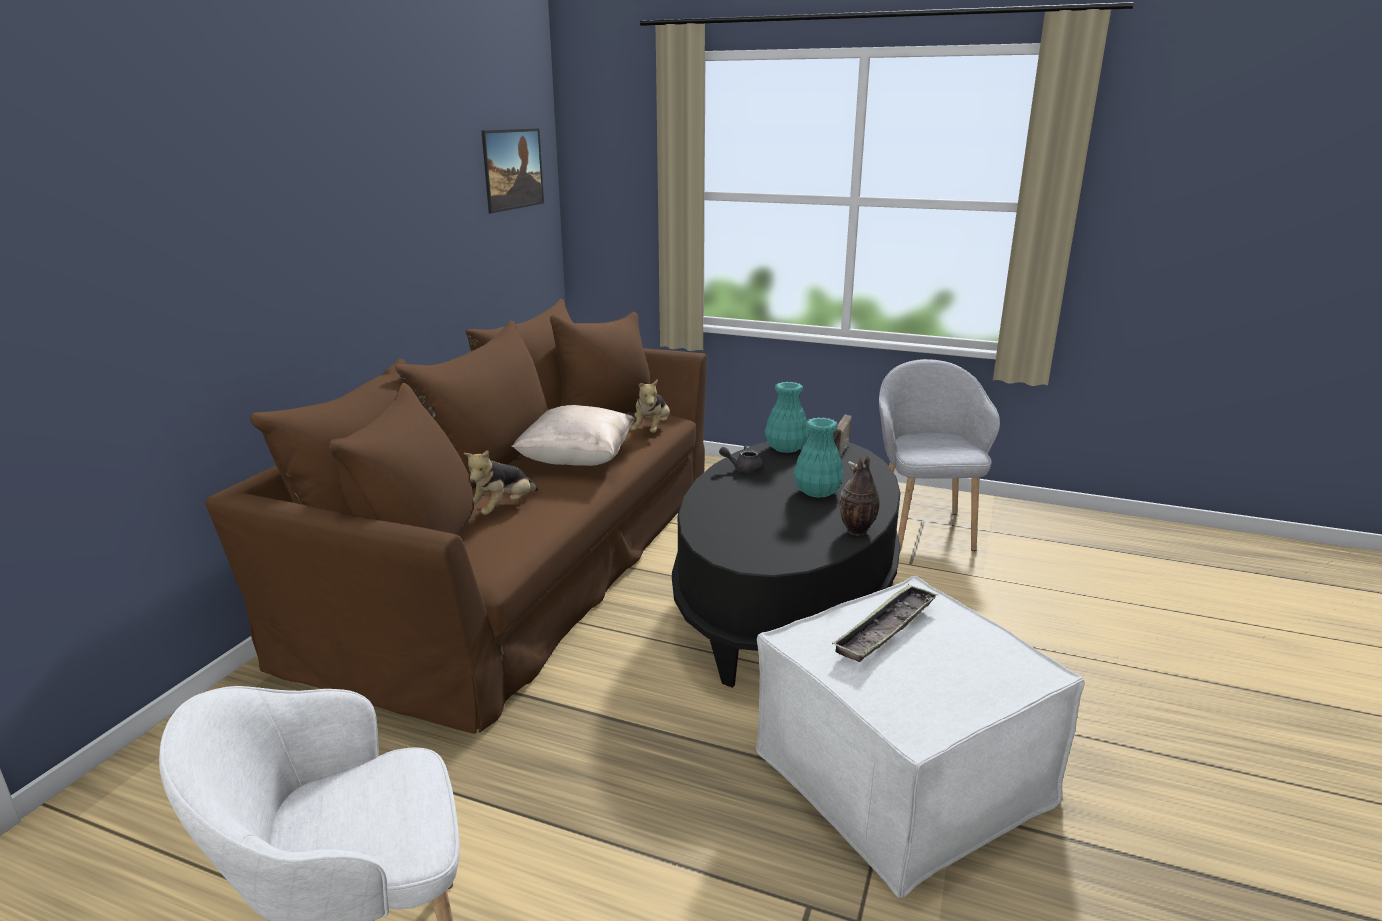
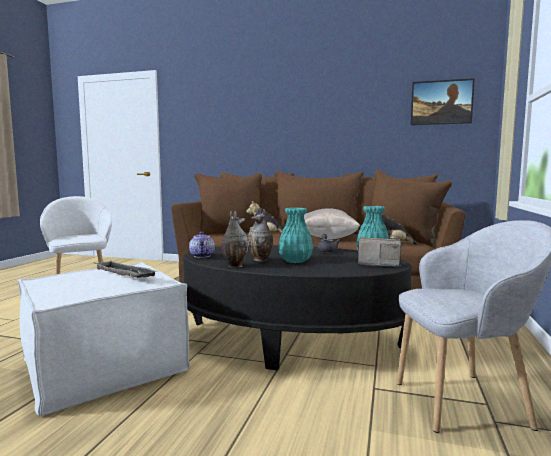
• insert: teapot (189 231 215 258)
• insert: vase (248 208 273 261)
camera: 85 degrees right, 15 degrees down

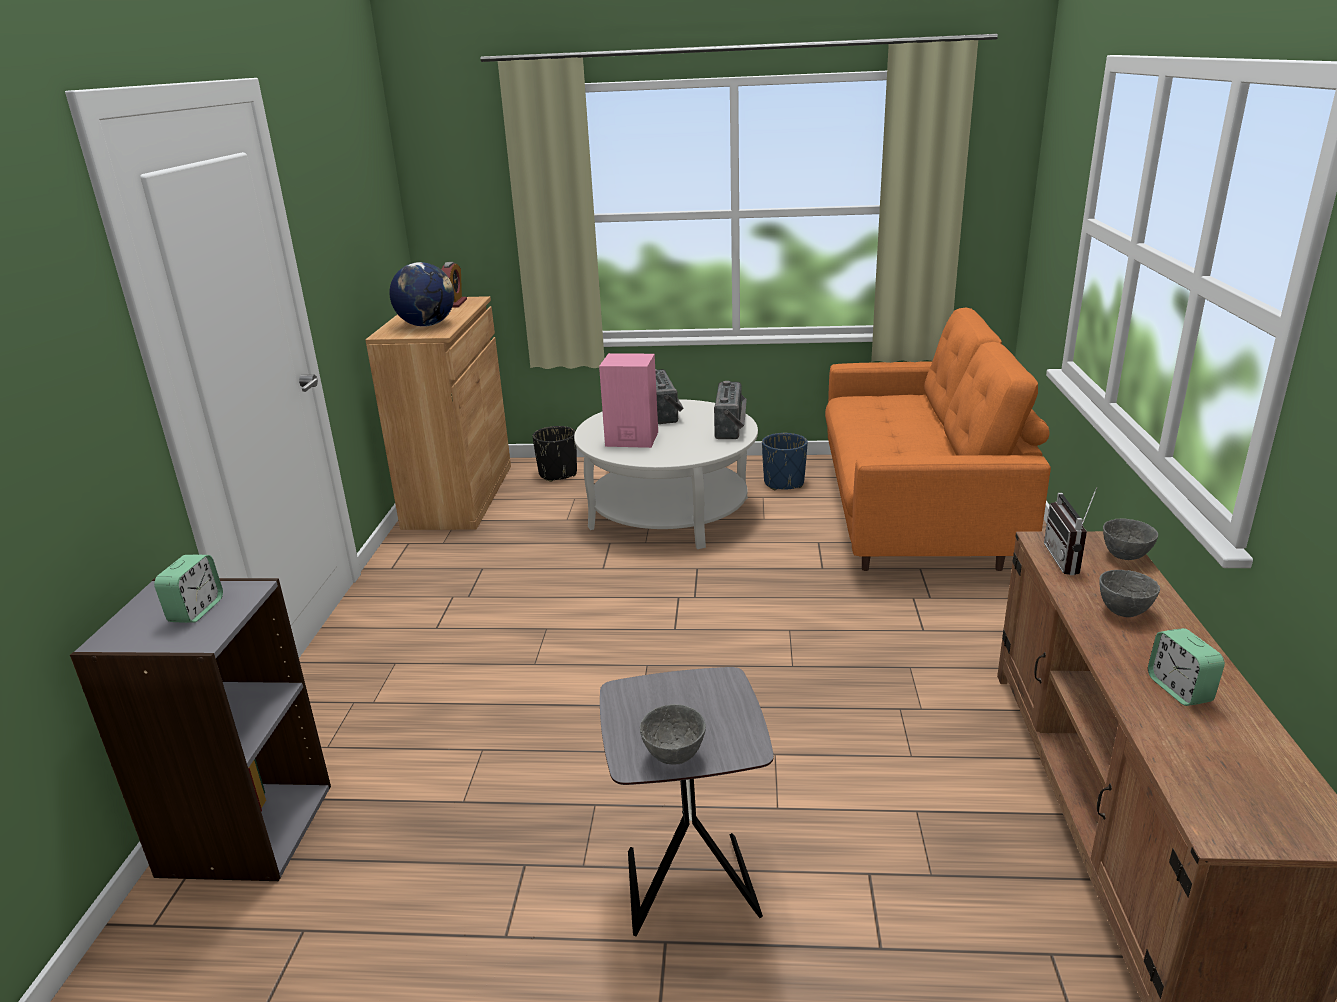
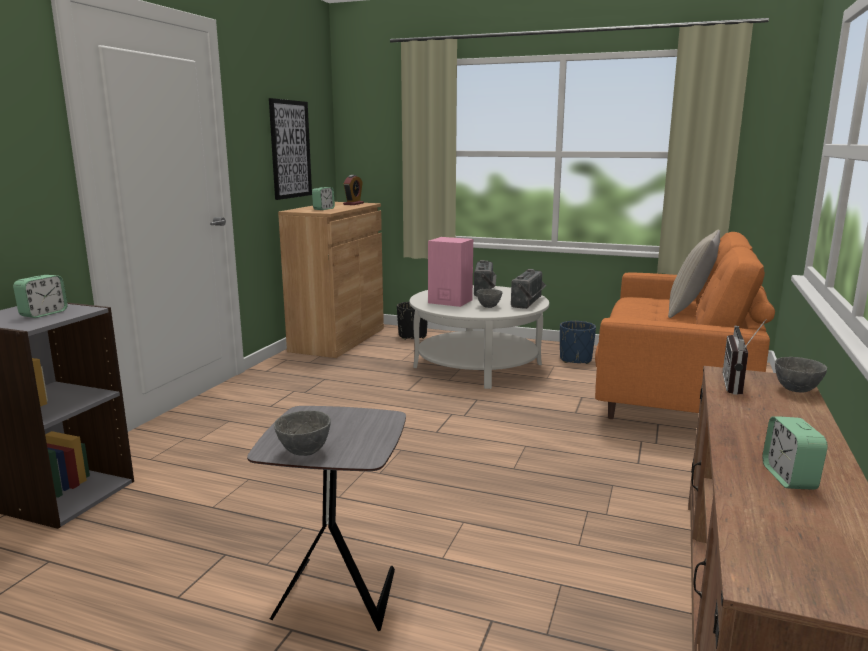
• replace: globe (389 262 454 327) to alarm clock (312 187 335 210)
• move: grey bowl (1099 570 1160 617) to (476 289 502 308)
• insert: picture (269 98 312 200)
• insert: beige pillow (668 230 720 318)
camera: 15 degrees right, 10 degrees down

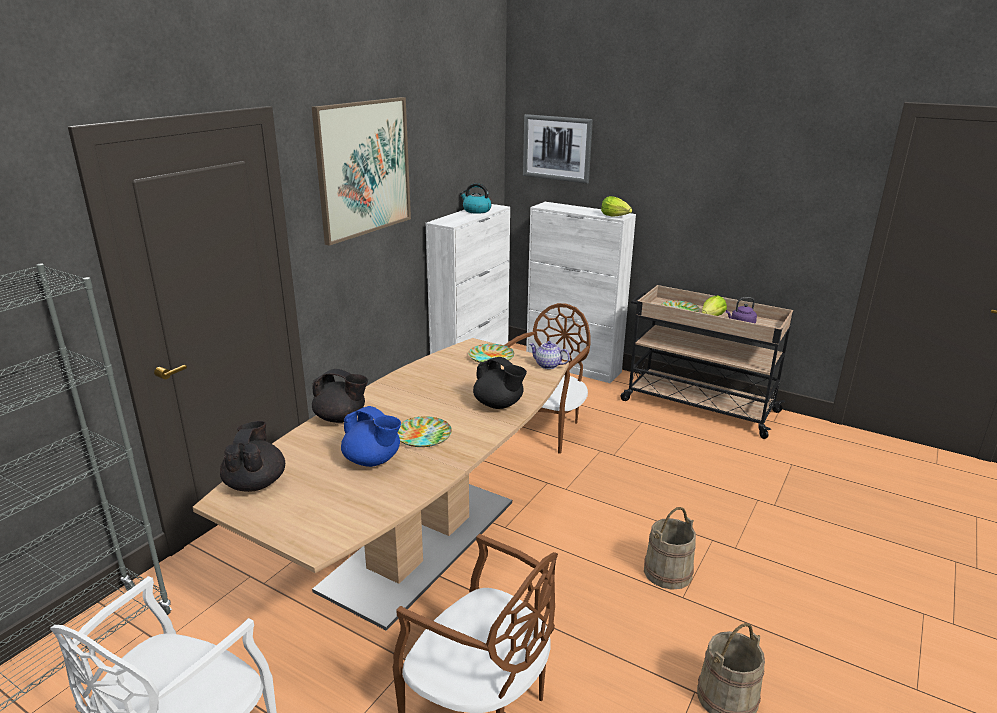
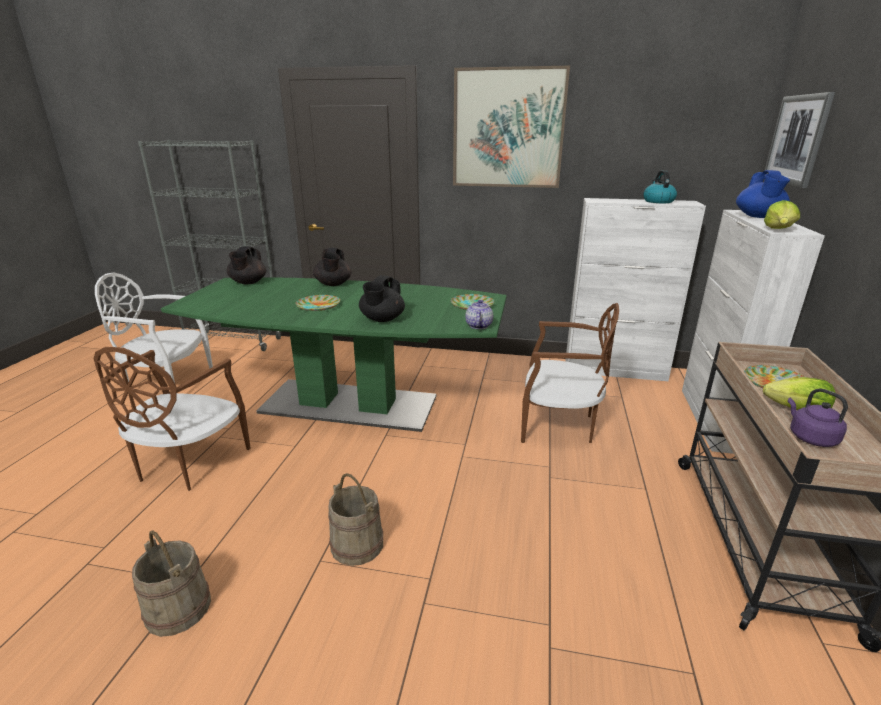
• recolor: brown dining table (193 338 569 631) to green dining table (161 277 507 432)
• rotate: black teapot (220 421 285 492) = (227 246 266 284) 120 degrees clockwise
• move: blue teapot (341 406 401 467) to (736 170 790 218)
camera: 70 degrees right, 0 degrees up

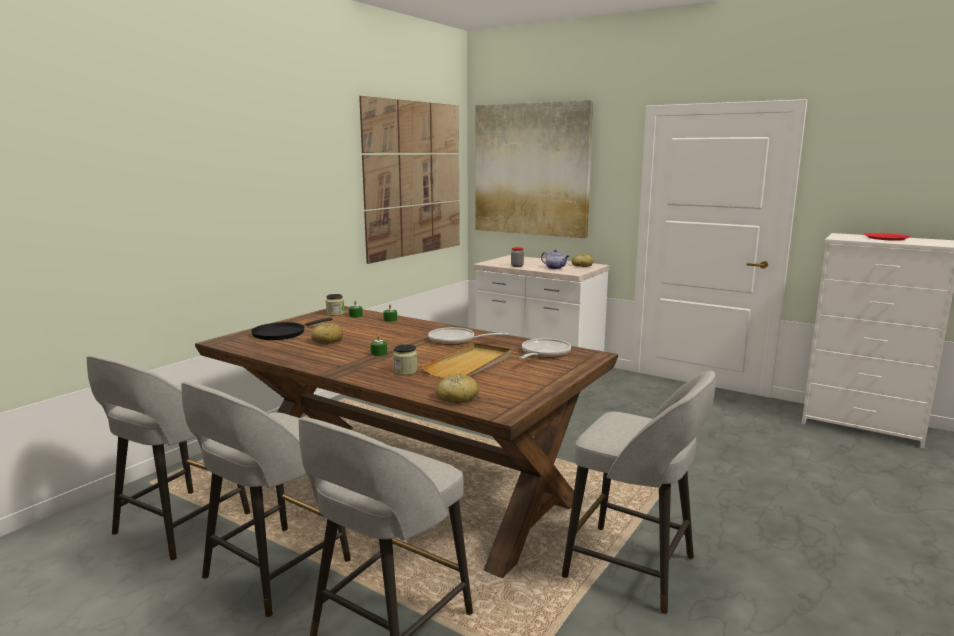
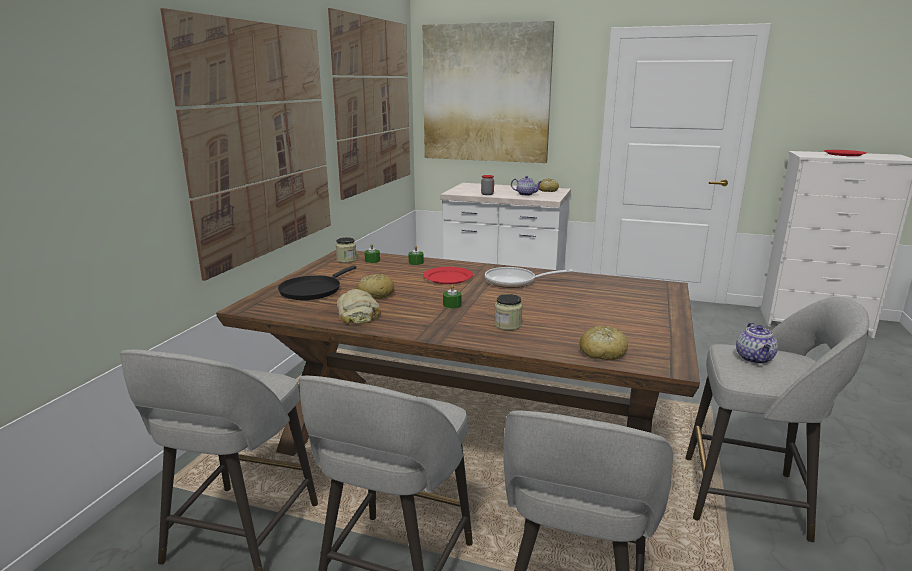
• delete: beige tray (421 343 511 379)
• delete: frying pan (519 338 571 359)
• insert: picture (160 8 331 281)
• insert: bread (337 289 381 324)
• insert: red plate (423 267 473 284)
• insert: teapot (736 323 778 364)
camera: 15 degrees left, 5 degrees up

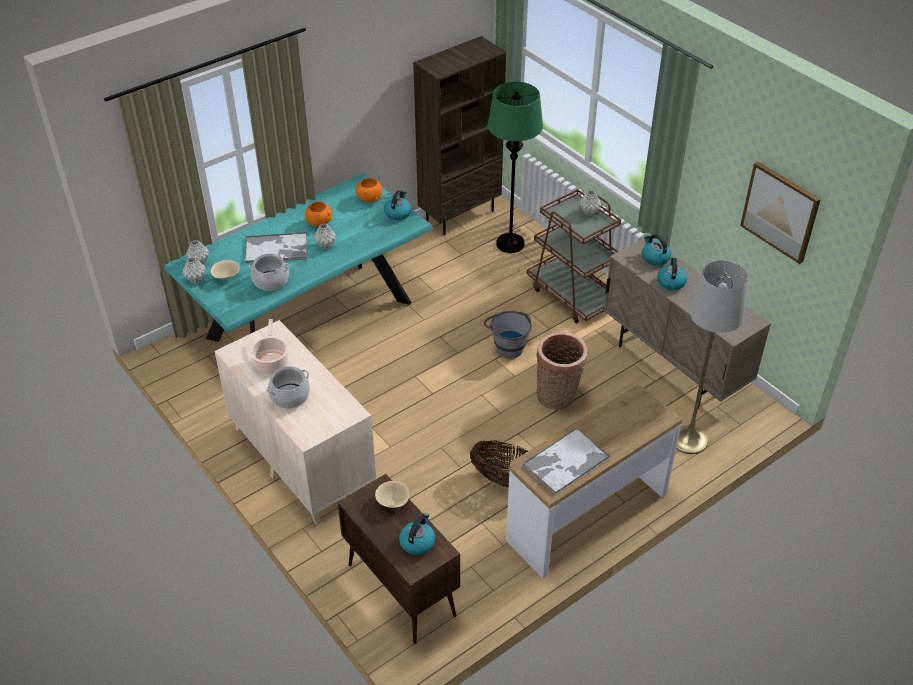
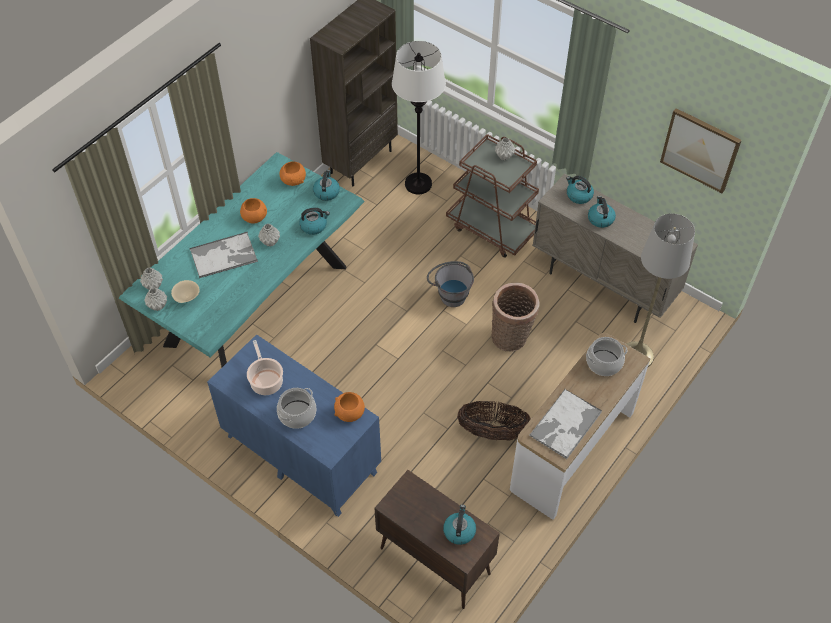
• recolor: beige dresser (215 320 376 526) to blue dresser (207 334 381 517)
• move: cooking pot (248 254 290 291) to (586 337 628 376)
• delete: beige bowl (375 481 409 508)
• recolor: green floor lamp (488 82 543 253) to white floor lamp (392 41 446 194)
• insert: kettle (299 208 330 235)
• insert: orange bowl (334 392 365 422)
camera: 15 degrees left, 10 degrees up

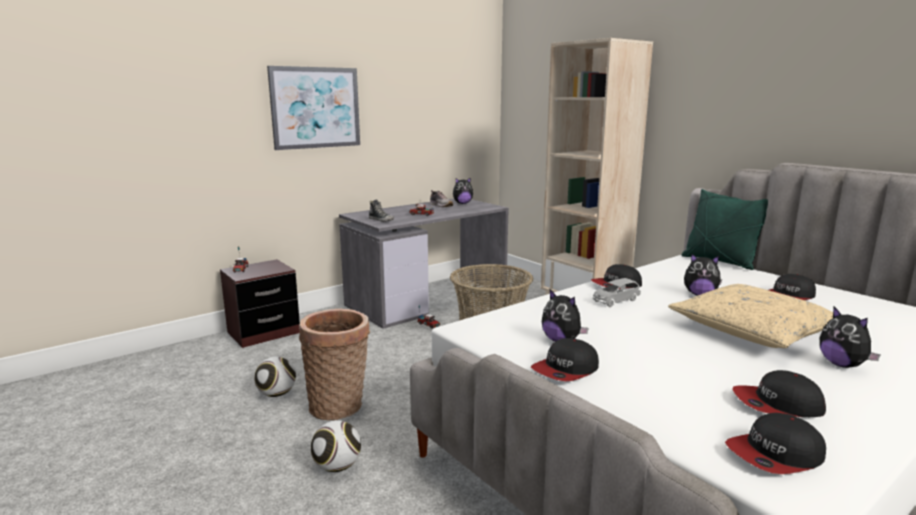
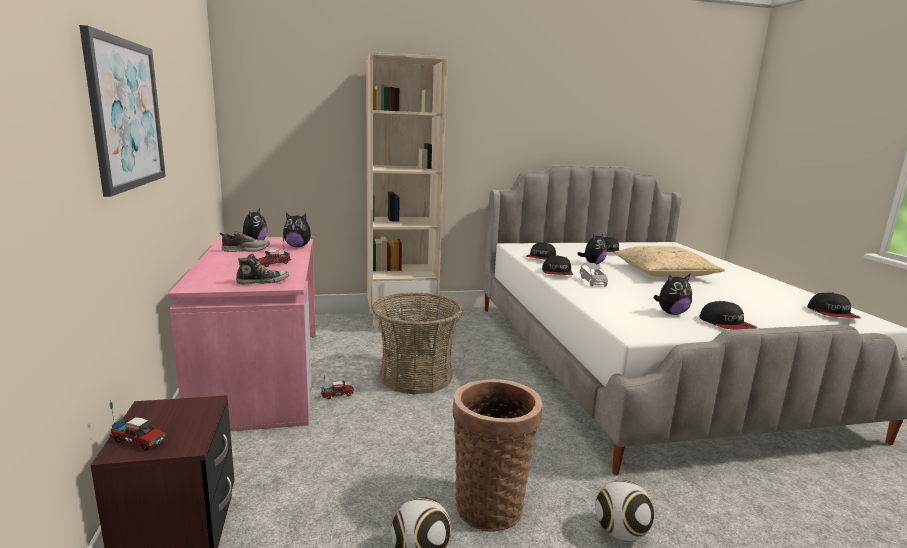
• recolor: grey desk (339 199 509 329) to pink desk (168 237 316 431)
• delete: green pillow (682 189 768 270)
• move: cap (732 370 826 417) to (526 242 556 260)
• move: plush toy (820 307 881 368) to (283 213 315 247)
camera: 65 degrees left, 0 degrees up

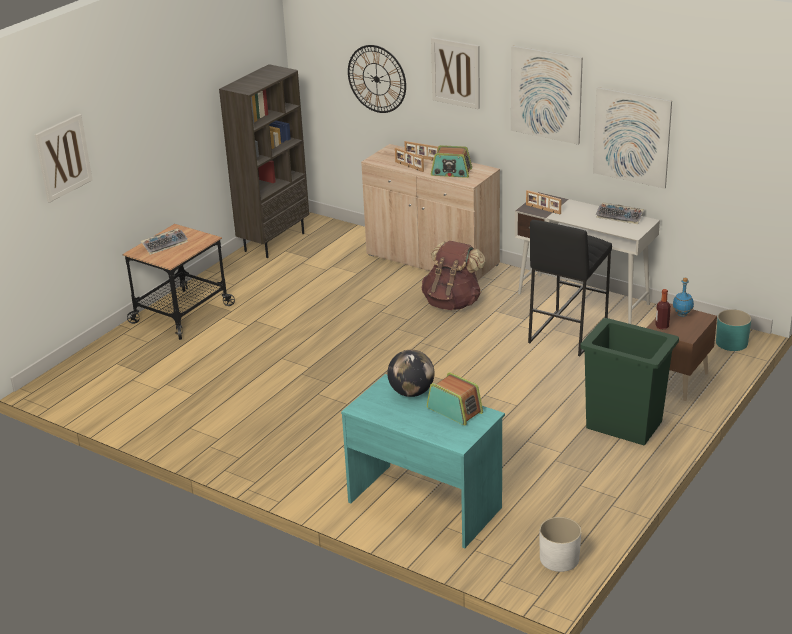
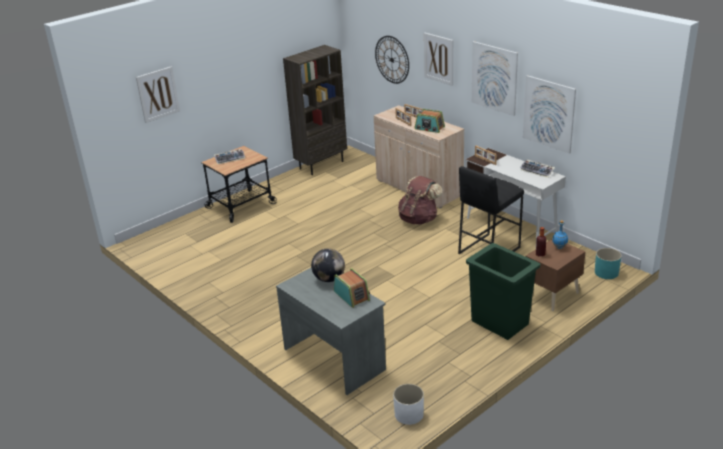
• recolor: turquoise desk (341 374 505 548) to grey desk (276 268 386 395)
camera: 15 degrees right, 0 degrees up

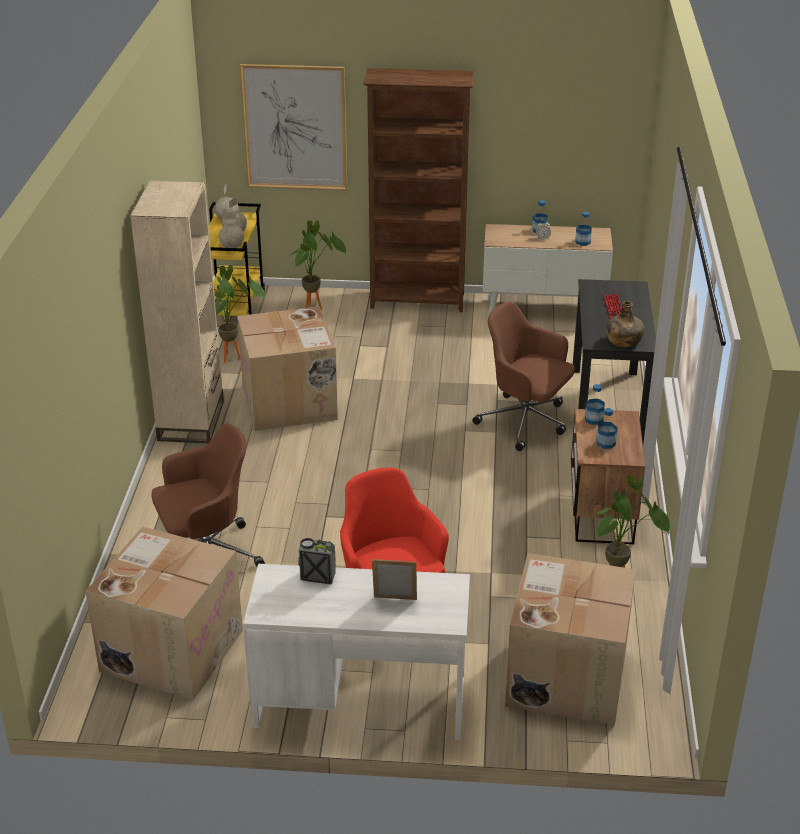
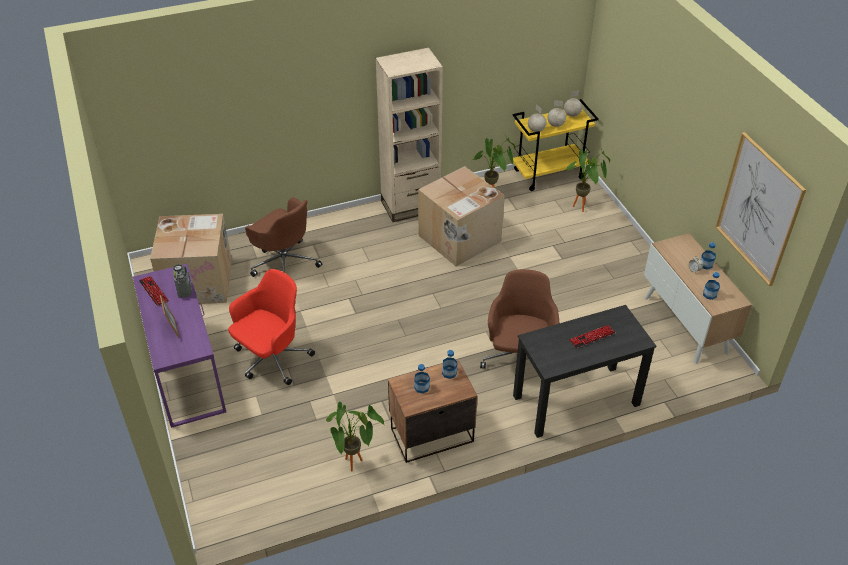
• move: picture (240 64 347 190) to (715 132 806 286)
• recolor: white desk (243 564 470 740) to purple desk (133 264 226 428)
• delete: brown bookcase (363 68 474 312)
• delete: cardboard box (505 553 636 725)
• delete: green bottle (606 301 645 347)
• insert: keyboard (139 276 169 306)
camera: 65 degrees right, 10 degrees up

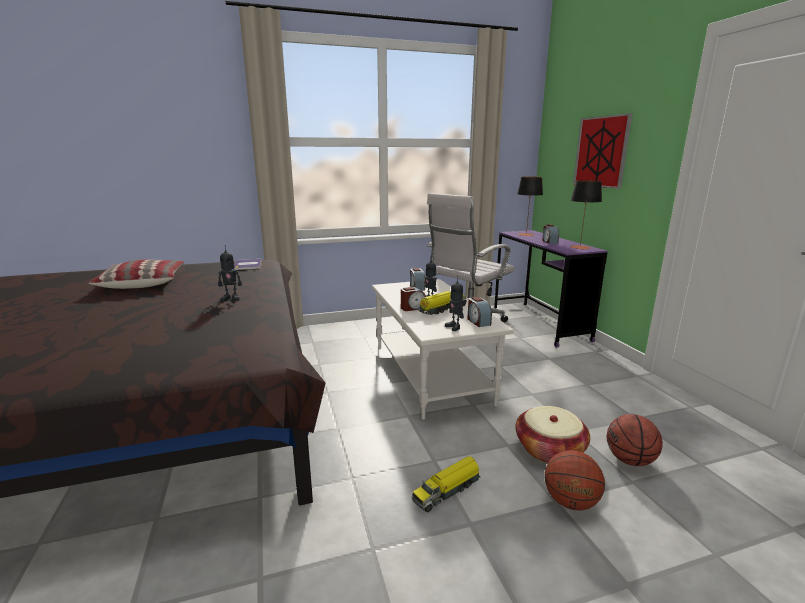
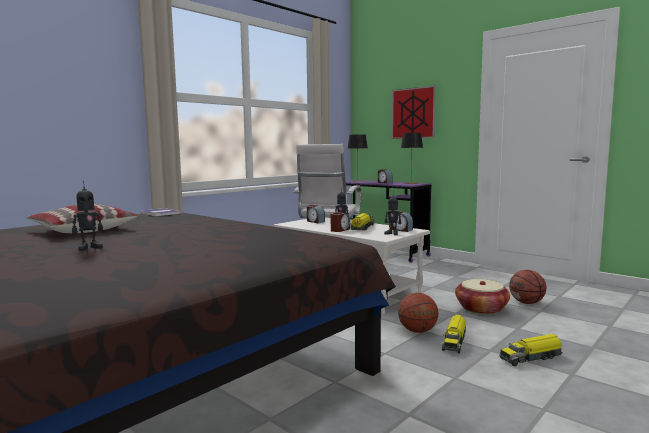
• move: toy robot (218 248 242 301) to (72 181 103 251)
• move: basketball (545 450 605 511) to (398 293 438 333)
• insert: toy truck (500 334 563 366)
camera: 30 degrees left, 10 degrees down

